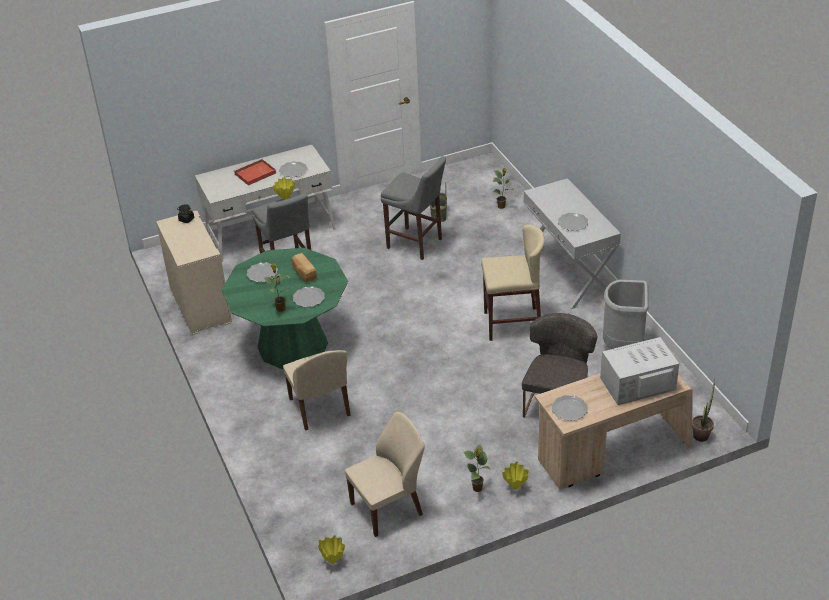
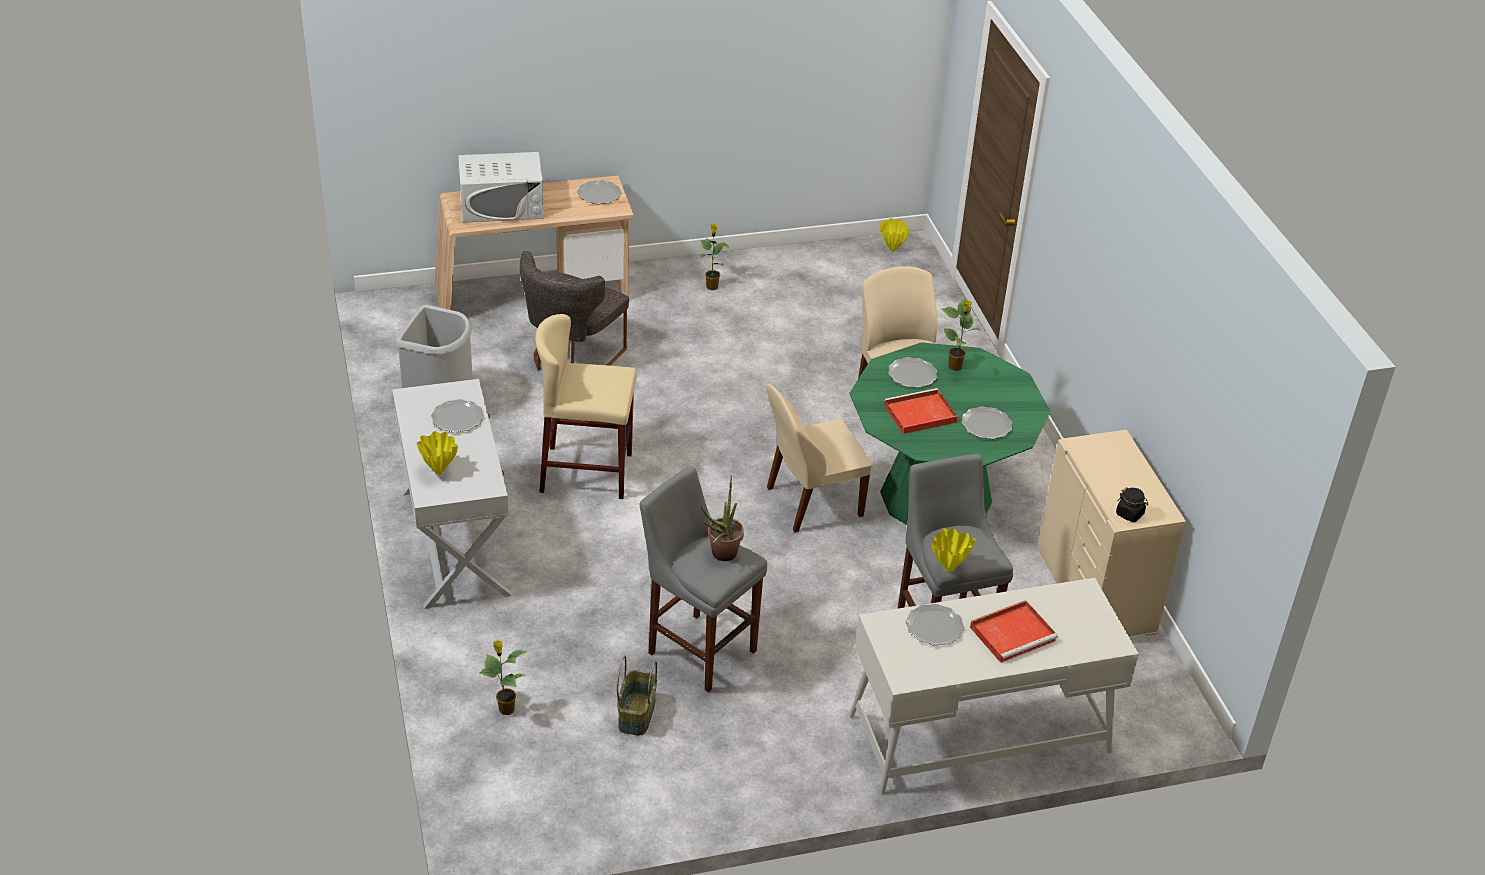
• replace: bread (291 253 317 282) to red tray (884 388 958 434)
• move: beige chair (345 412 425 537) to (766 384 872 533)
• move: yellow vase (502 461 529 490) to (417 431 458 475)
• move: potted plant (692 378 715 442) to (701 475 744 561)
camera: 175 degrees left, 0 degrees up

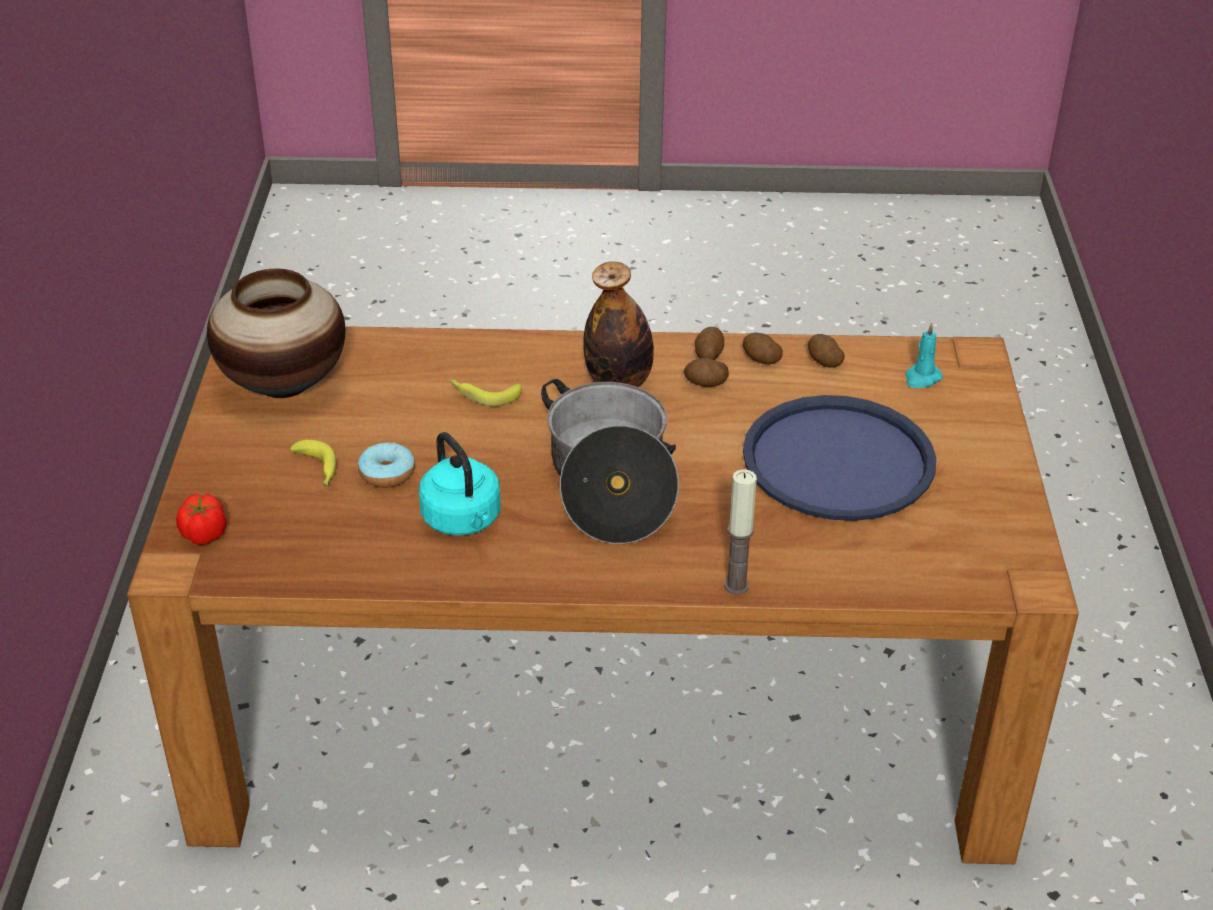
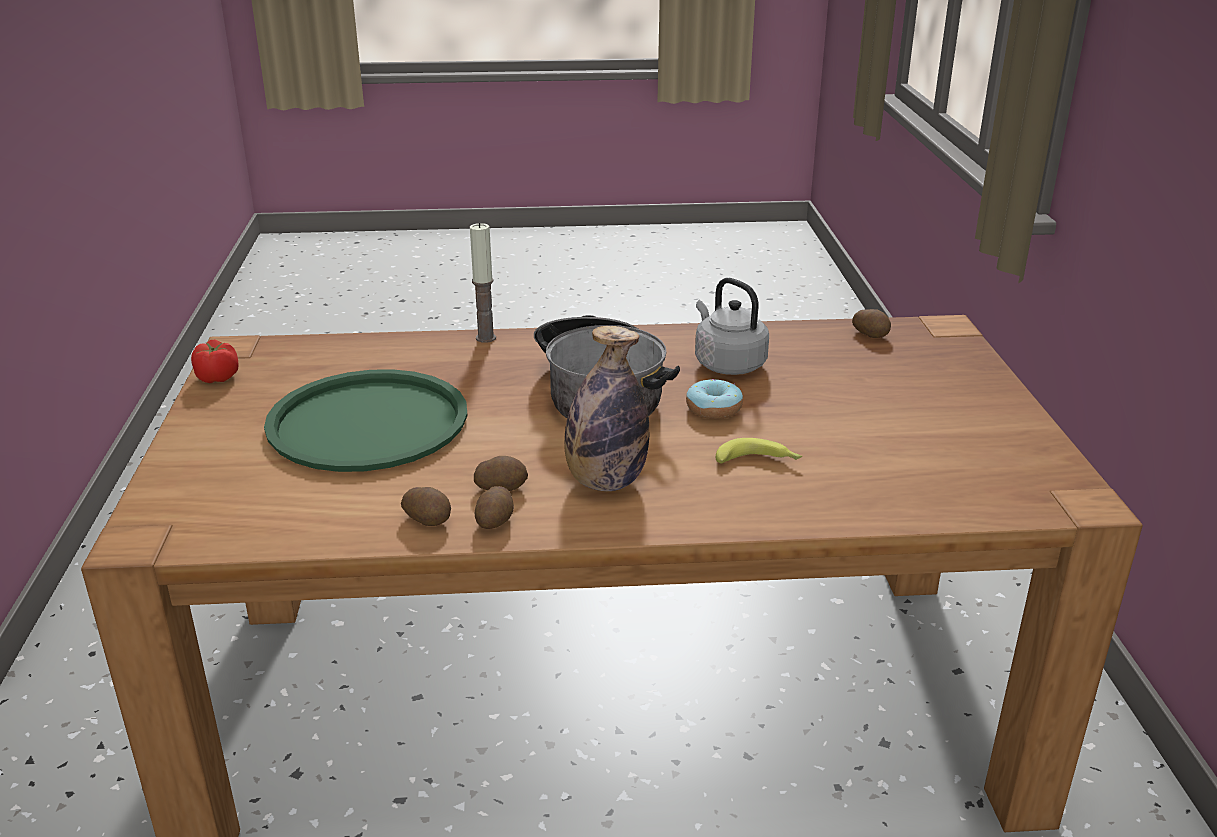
• move: tomato (176 494 227 545) to (191 340 239 383)
• delete: vase (207 269 346 398)
• delete: banana (290 440 337 485)
• move: donut (358 442 415 488) to (686 379 743 419)
• recolor: turquoise kettle (419 432 501 535) to grey kettle (695 278 769 375)
• recolor: blue tray (743 395 936 521) to green tray (264 369 467 472)
• move: potato (808 334 845 368) to (852 309 891 338)
• delete: turquoise candle (905 322 943 388)
camera: 175 degrees right, 10 degrees down

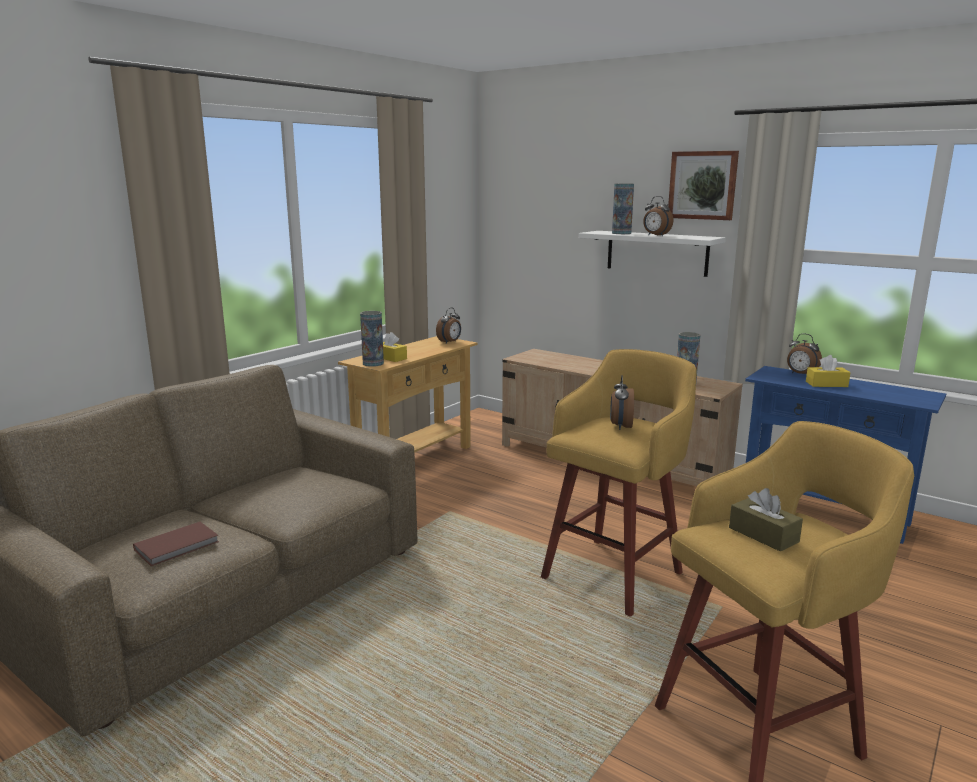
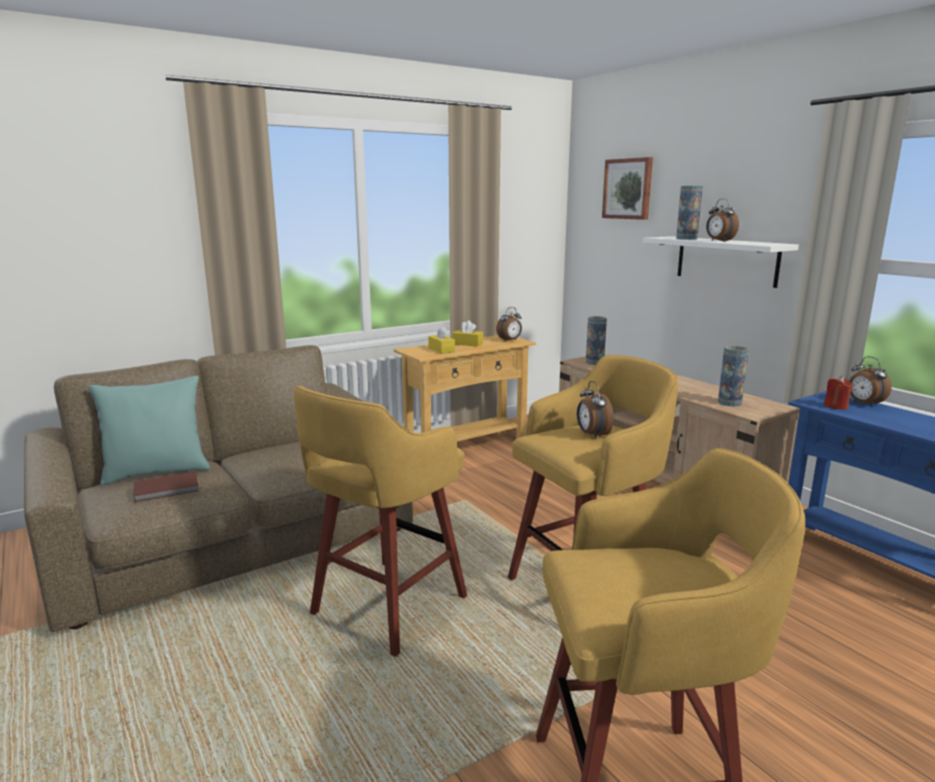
• move: vase (360 311 384 367) to (586 316 607 365)
• rotate: alarm clock (610 375 634 430) = (577 381 614 439) 45 degrees counterclockwise
• move: picture (668 151 739 220) to (602 157 653 220)
• delete: brown tissue box (729 488 803 552)
• move: yellow tissue box (806 355 851 387) to (452 320 483 347)
• insert: turquoise pillow (88 376 210 485)
• insert: yellow stool (294 386 467 657)
• insert: red candle (824 376 853 410)
camera: 20 degrees right, 0 degrees up

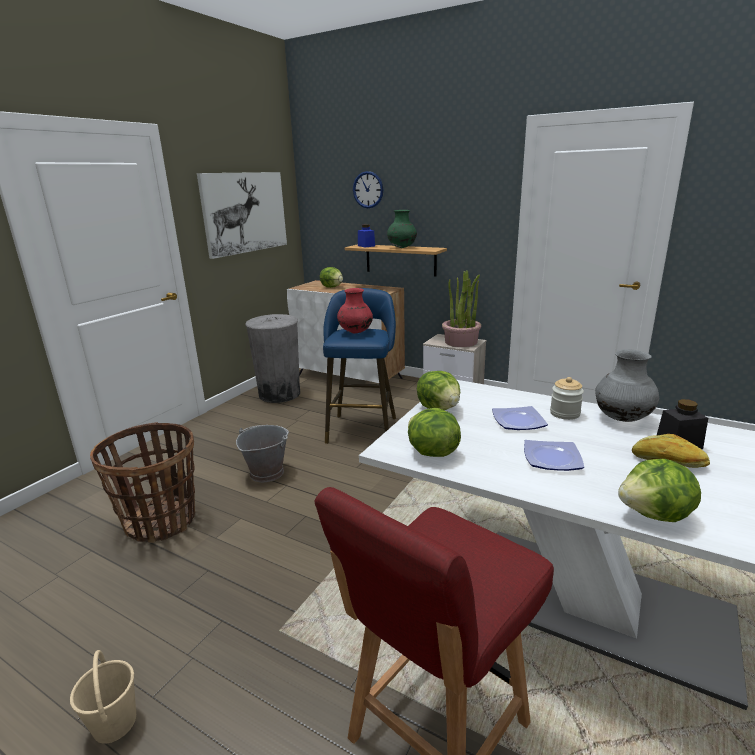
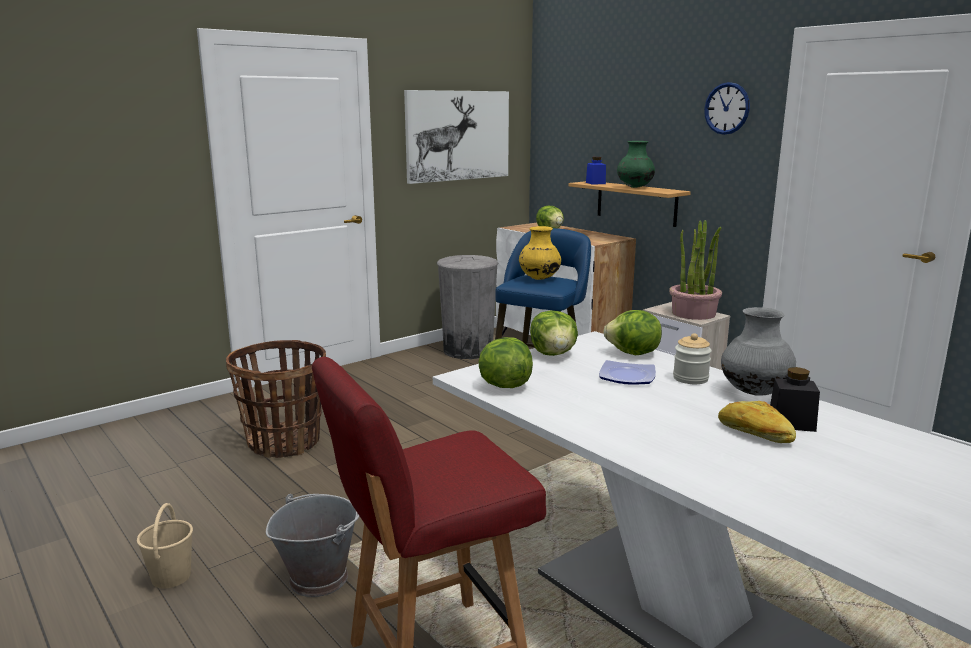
• move: grey bucket (236 425 289 482) to (266 494 359 597)
• recolor: red vase (337 288 373 333) to yellow vase (519 226 561 280)
• move: wall clock (353 171 383 208) to (704 82 750 135)
• delete: plate (524 440 584 471)
• move: lettuce (618 459 701 522) to (603 310 662 355)
camera: 20 degrees right, 5 degrees down

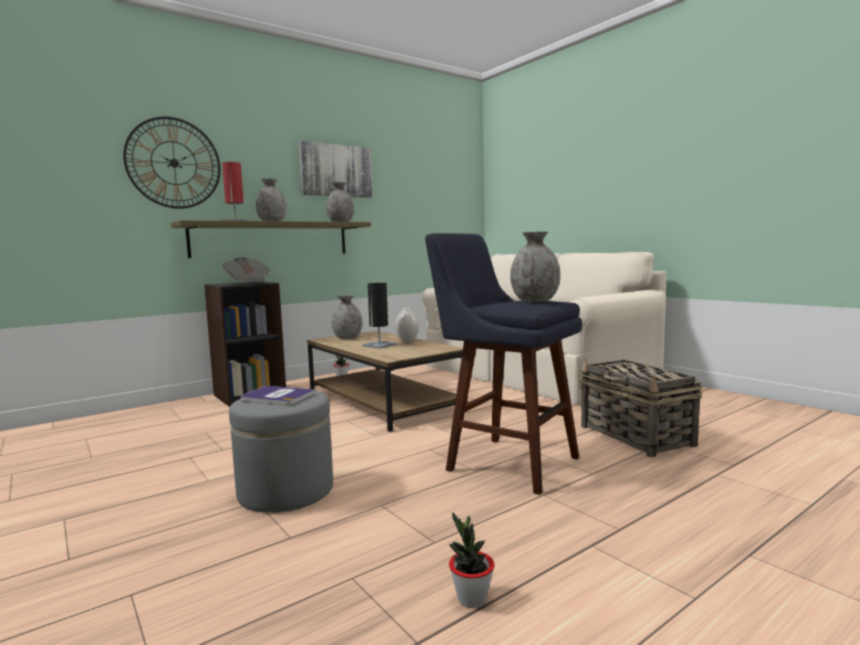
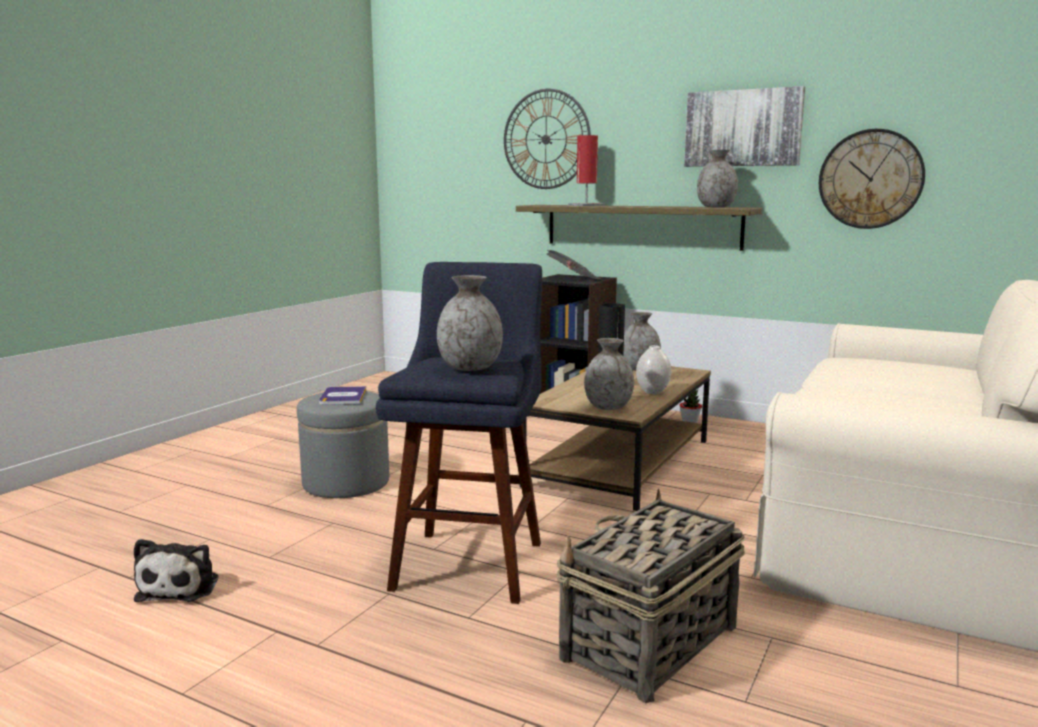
• move: grey vase (256 179 287 221) to (584 338 634 410)
• replace: potted plant (449 512 495 608) to plush toy (134 539 219 602)
• insert: wall clock (819 129 925 229)
camera: 65 degrees right, 5 degrees up

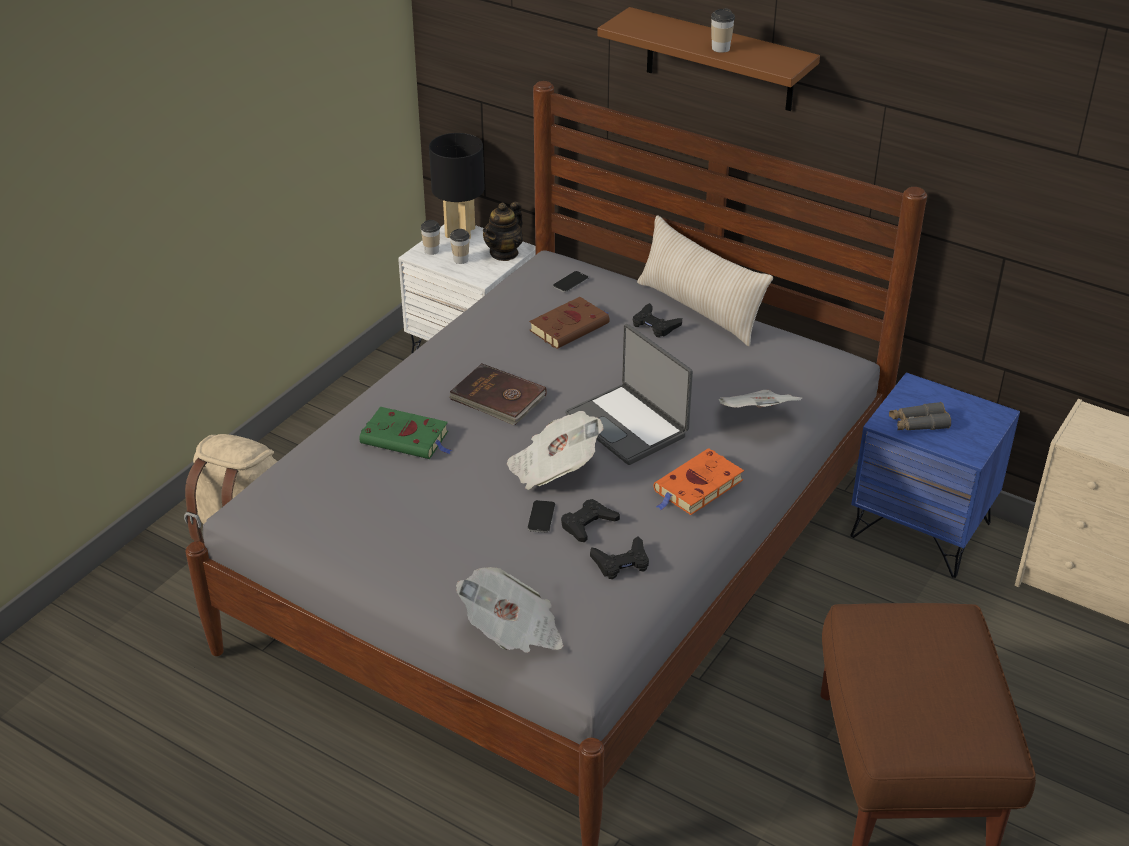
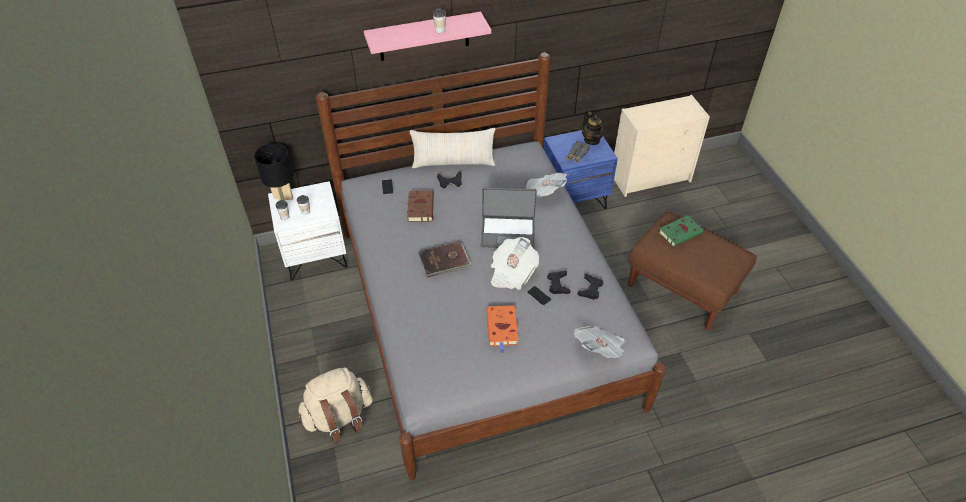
• move: green book (359 407 452 459) to (659 215 703 247)
• move: teapot (483 202 523 261) to (582 112 605 145)
• recolor: brown shelf (597 7 820 111) to pink shelf (364 11 491 61)
• move: orange book (654 448 744 515) to (486 305 518 353)
camera: 50 degrees left, 10 degrees up

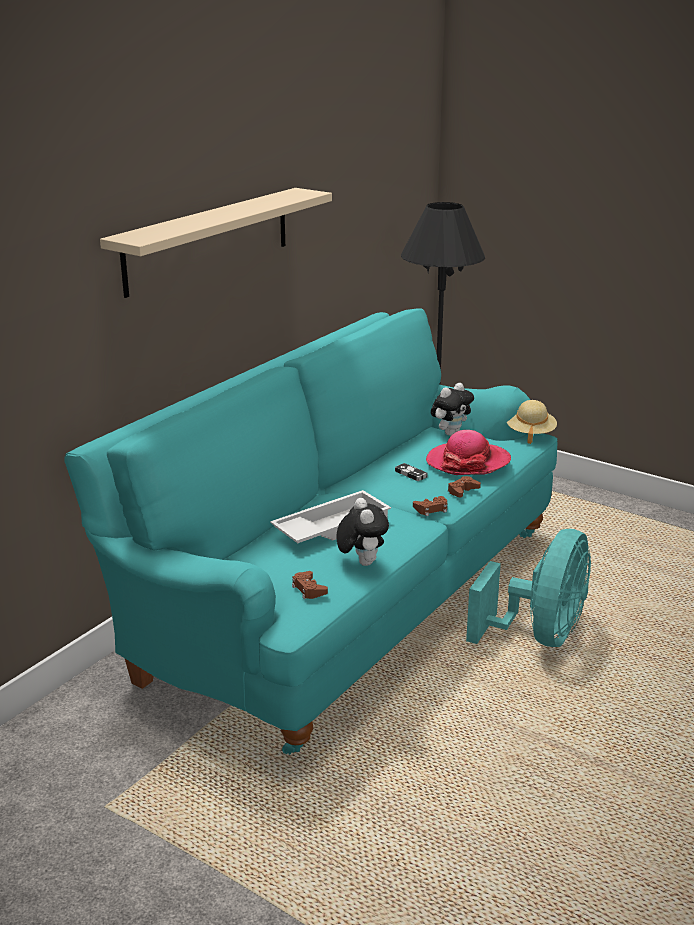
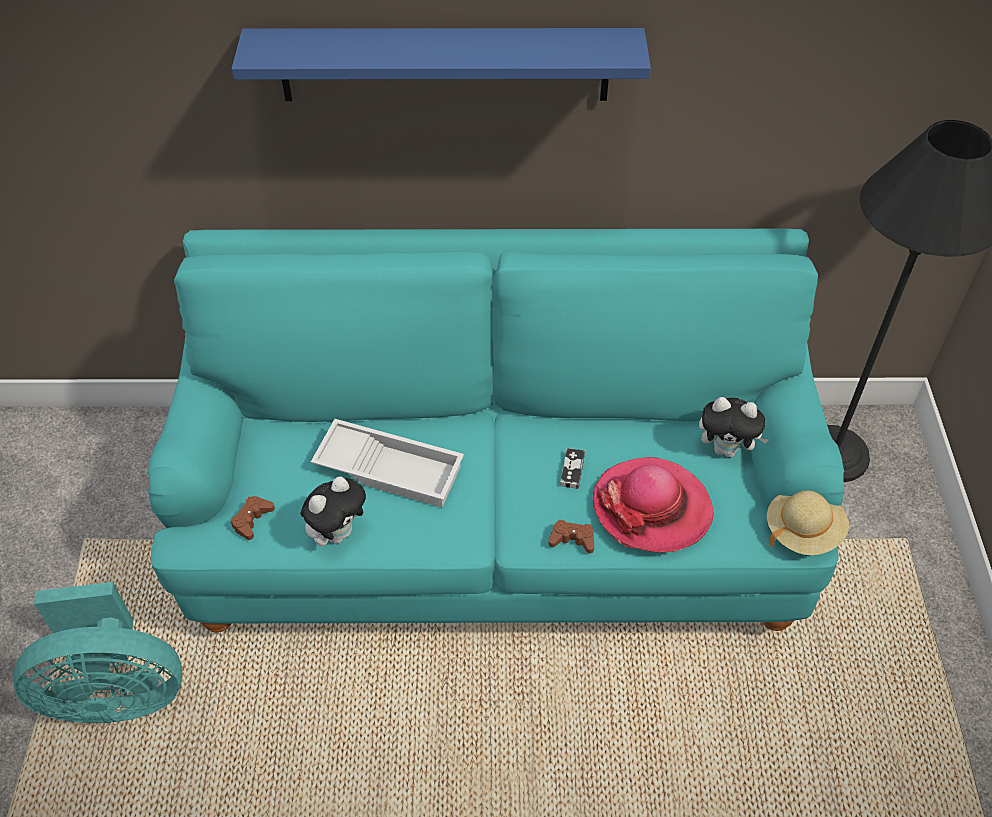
• recolor: beige shelf (100 188 332 298) to blue shelf (232 28 651 101)
• delete: brown game controller (413 496 447 516)
• move: turquoise fan (466 529 591 647) to (13 582 182 723)
camera: 55 degrees right, 25 degrees up

